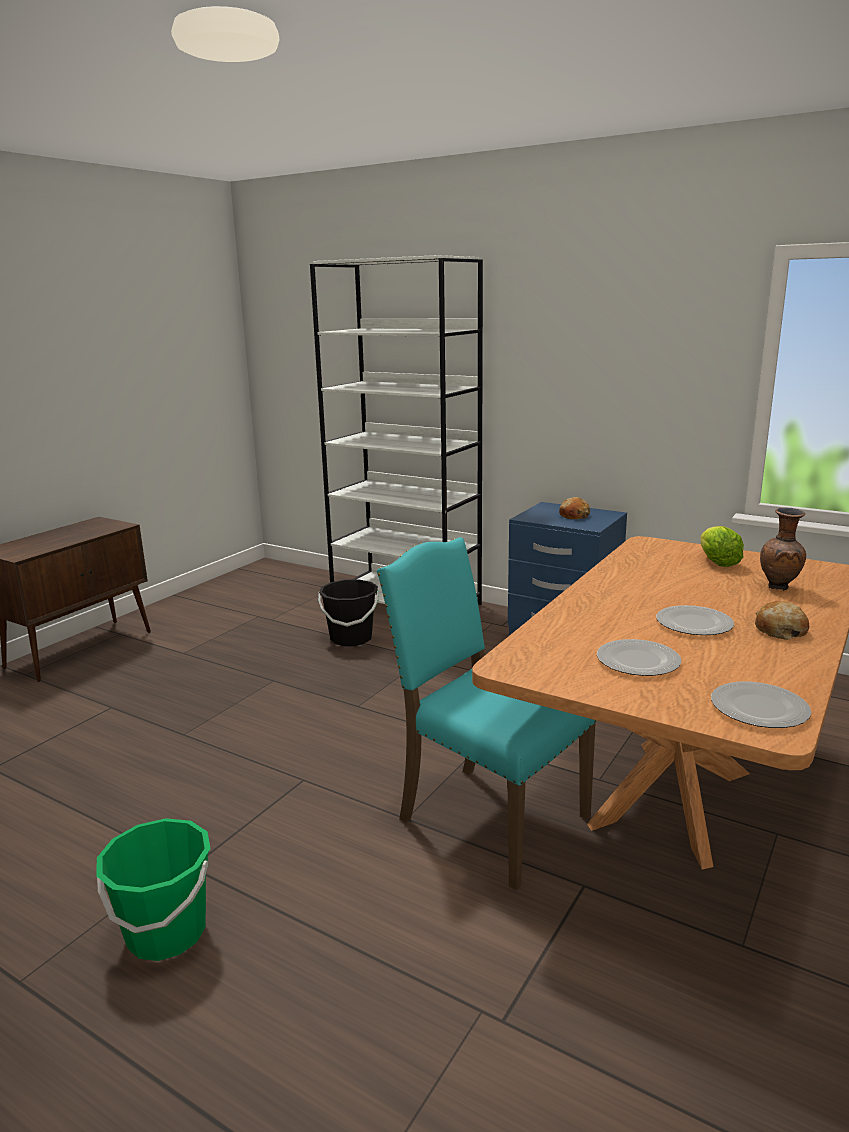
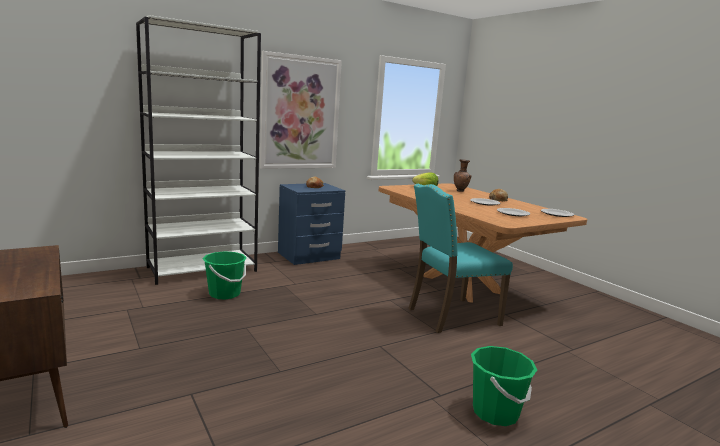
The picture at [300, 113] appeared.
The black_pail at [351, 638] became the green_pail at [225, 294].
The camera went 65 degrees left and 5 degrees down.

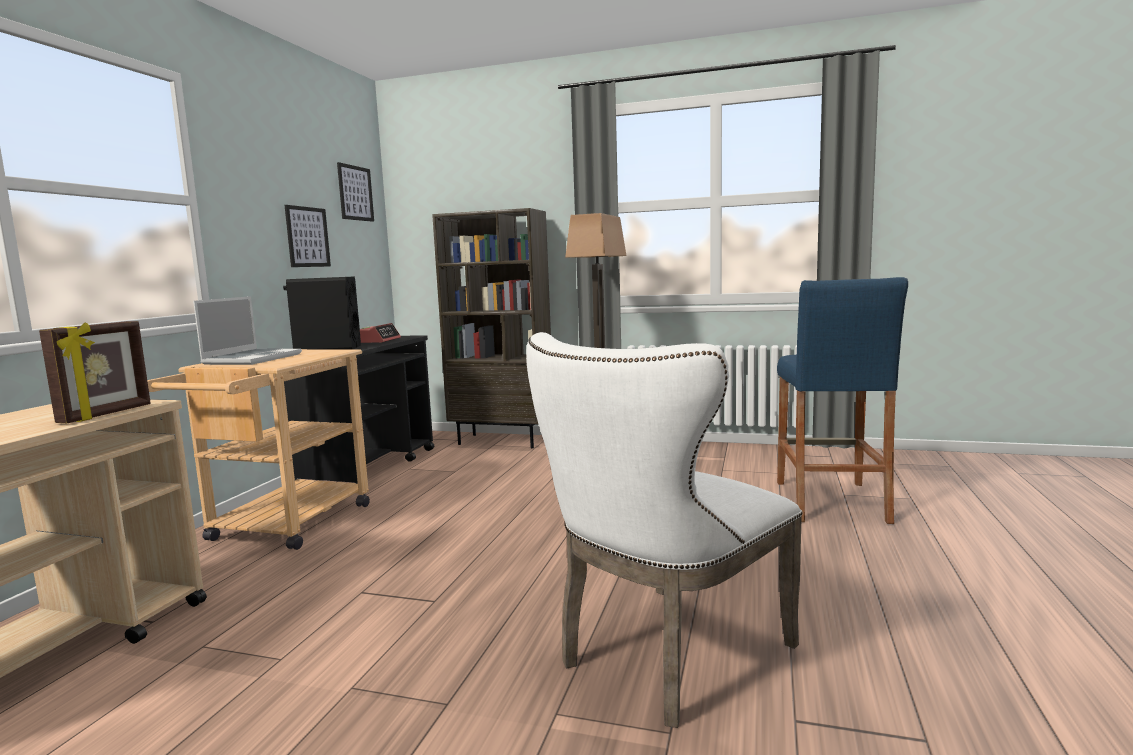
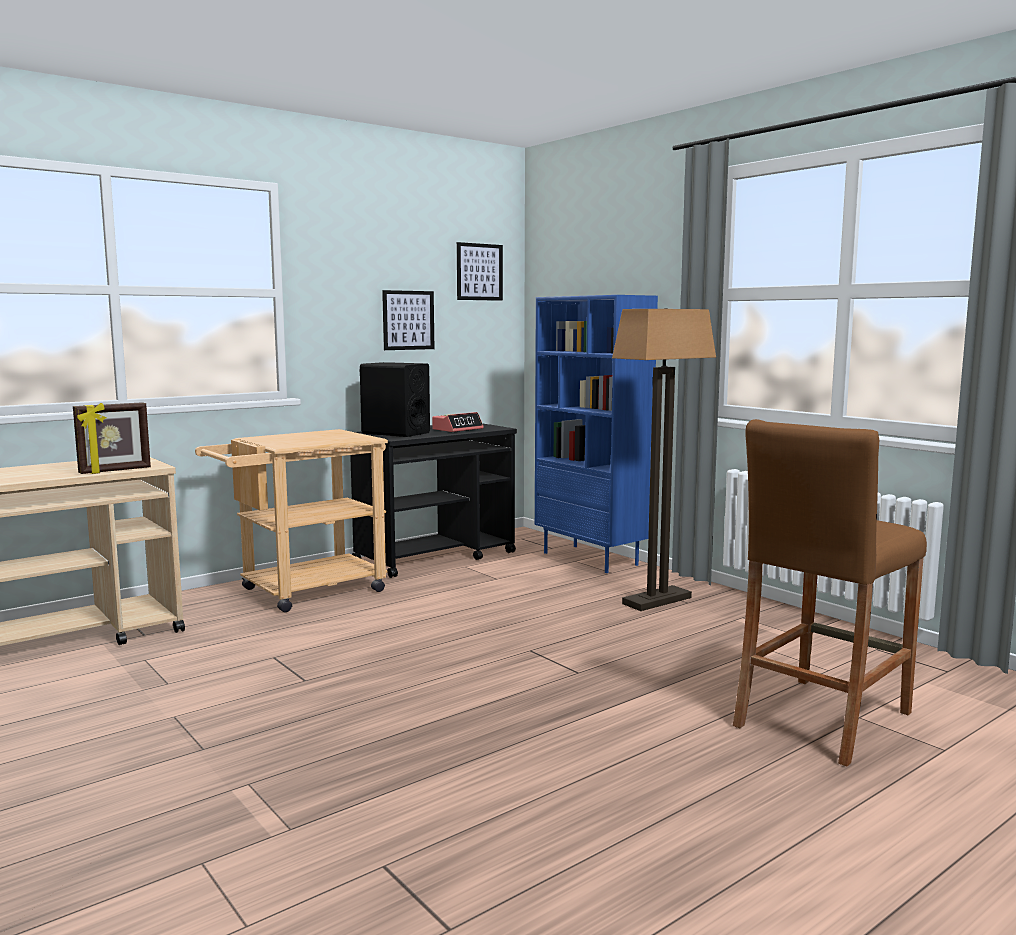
The laptop at [252, 359] disappeared.
The white_upright_chair at [664, 658] disappeared.
The brown-coloured_shelving_unit at [503, 441] became the blue-coloured_shelving_unit at [591, 559].
The blue-coloured_stool at [830, 501] became the brown-coloured_stool at [822, 719].
The camera went 35 degrees right and 0 degrees up.

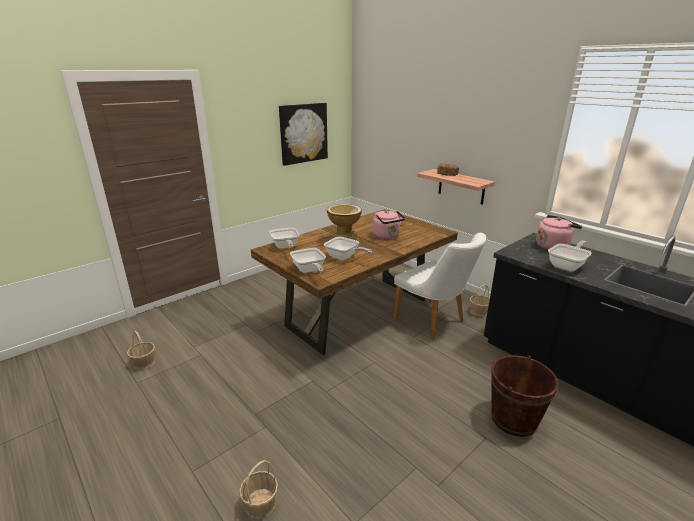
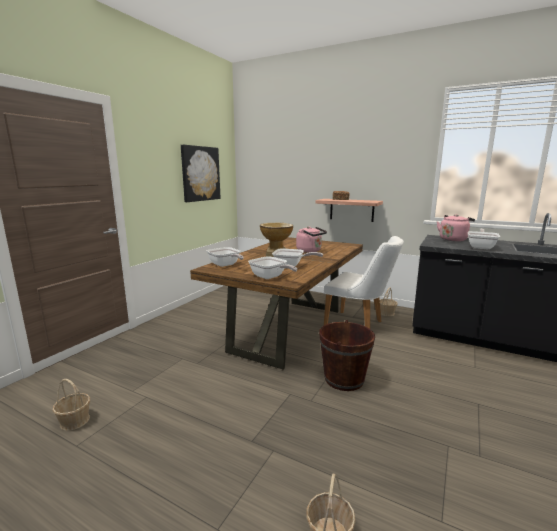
The brown-coloured_pail moved from [514, 419] to [344, 379].
The camera went 20 degrees left and 10 degrees down.

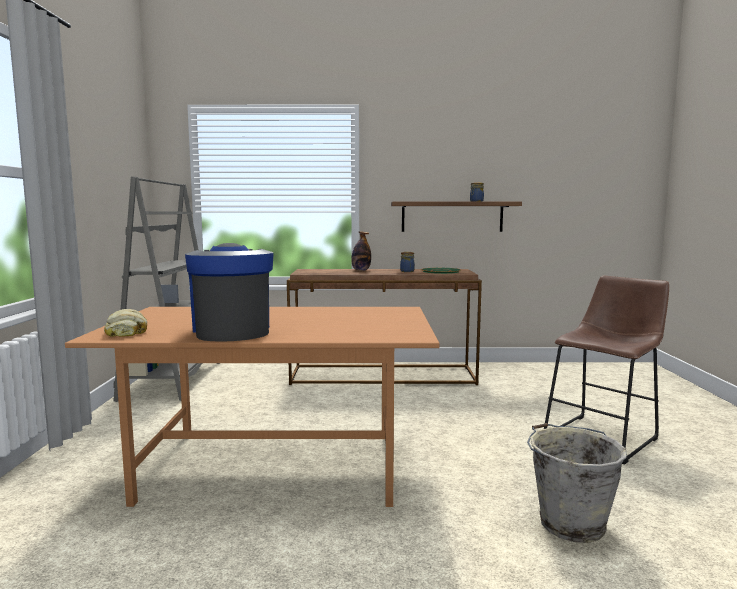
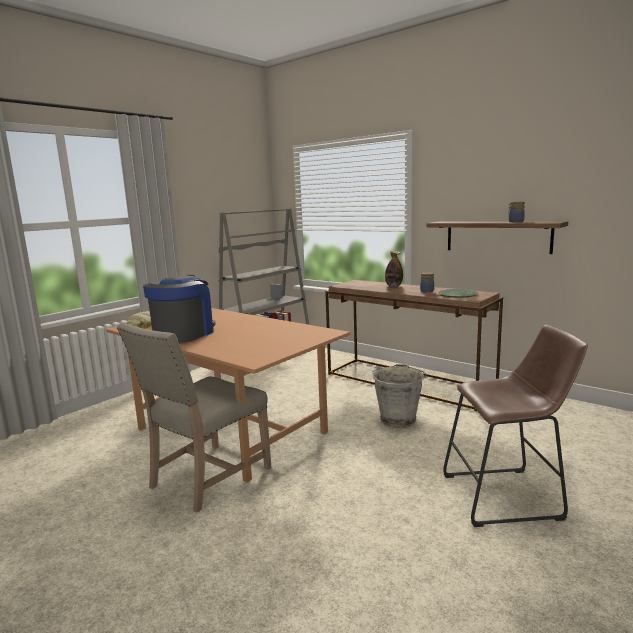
The beige_upright_chair at [206, 478] appeared.
The greyish_pail moved from [569, 523] to [398, 419].
The camera went 40 degrees right and 5 degrees up.

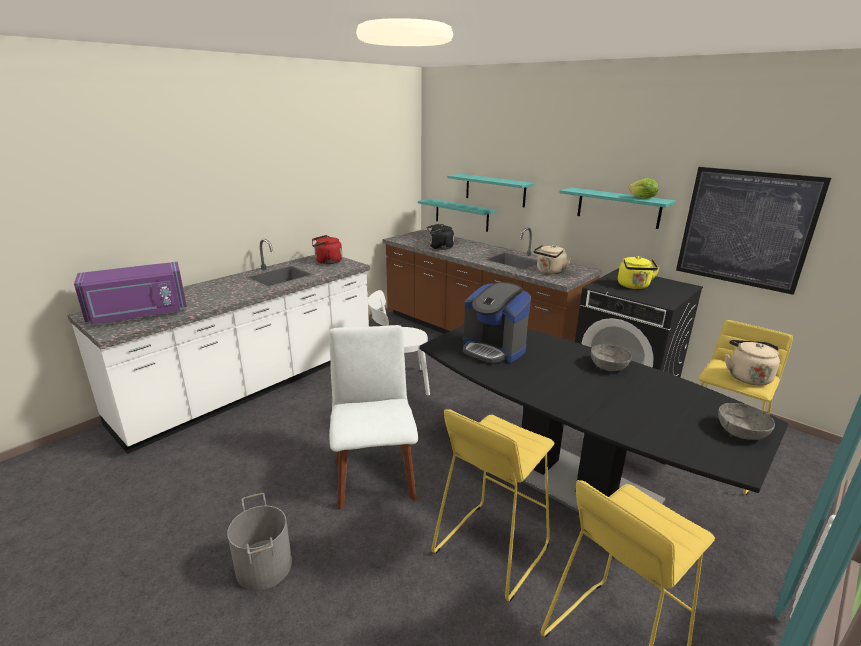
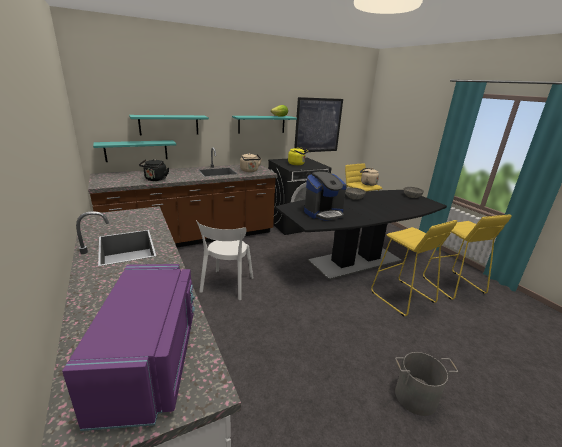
The red-coloured_water_kettle at [327, 262] disappeared.
The white_upright_chair at [374, 475] disappeared.
The camera went 70 degrees left and 0 degrees up.

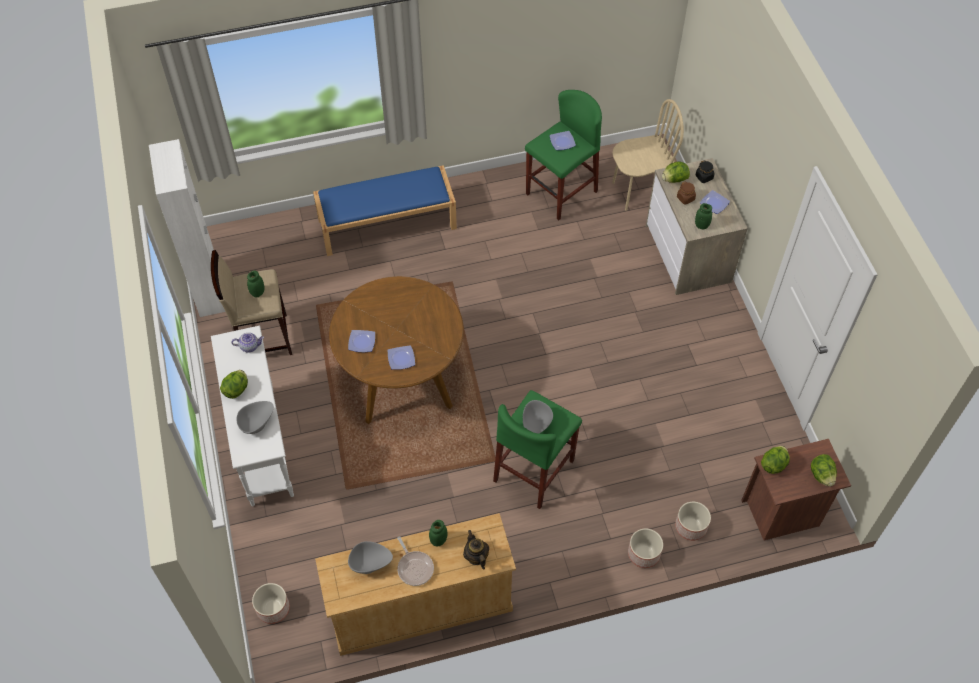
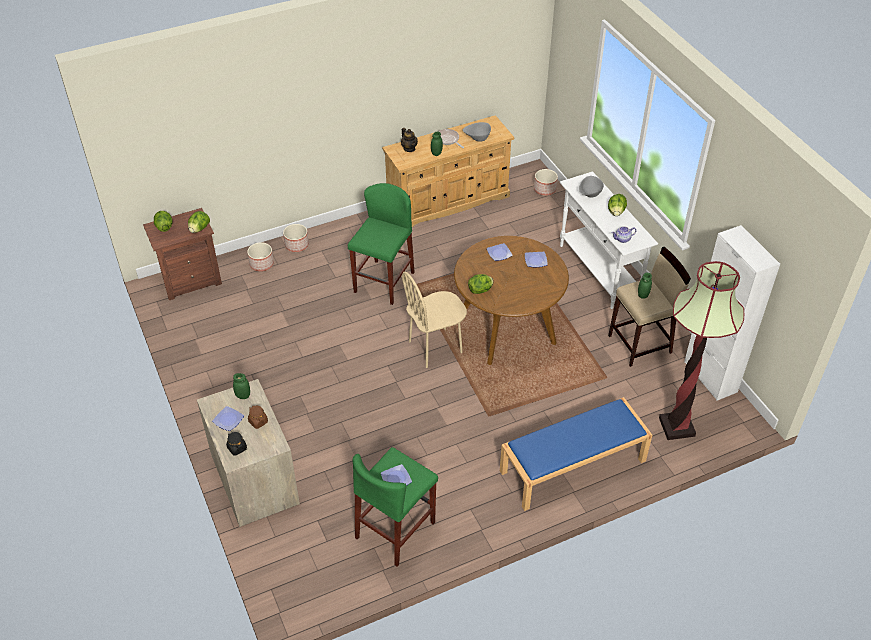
The greyish_deep_dish at [536, 425] disappeared.
The standard_lamp at [676, 427] appeared.
The beige_upright_chair moved from [638, 191] to [435, 347].
The lettuce_head moved from [674, 179] to [480, 290].
The camera went 170 degrees right and 10 degrees down.

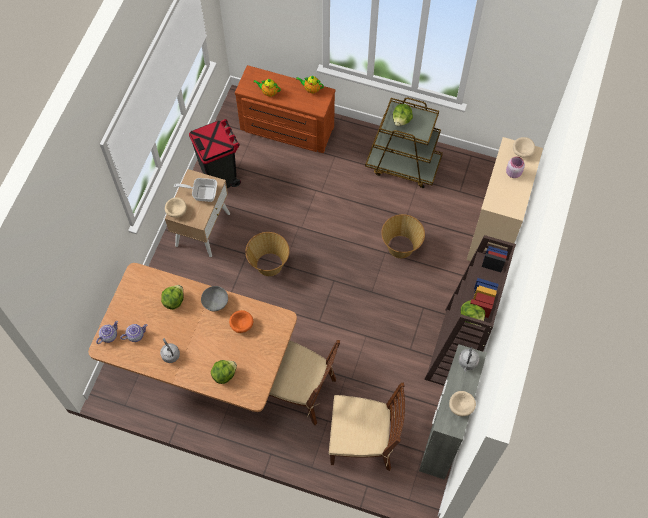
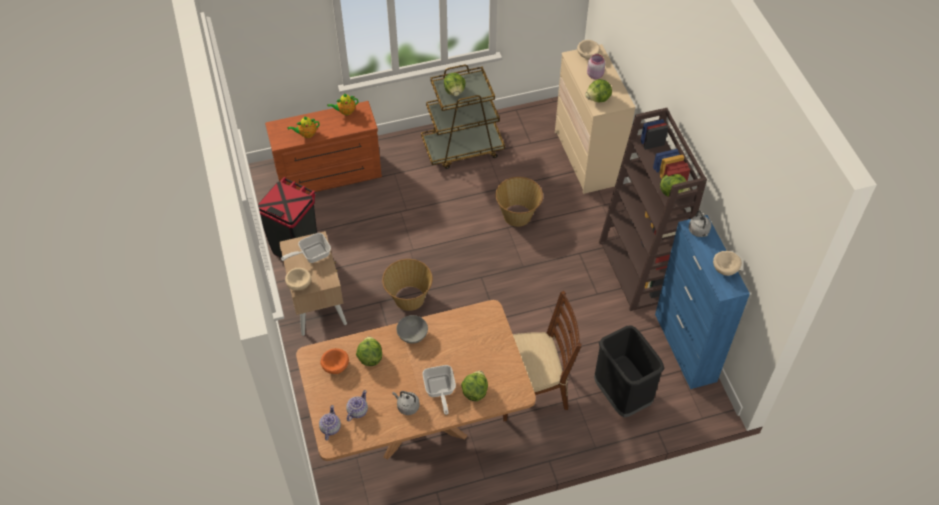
The frying_pan at [439, 391] appeared.
The lettuce_head at [598, 99] appeared.
The orange_deep_dish moved from [241, 324] to [335, 366].
The brown-coloured_upright_chair at [363, 441] was replaced by the black_rubbish_bin at [622, 395].
The greyish_storage_cabinet at [442, 436] became the blue-coloured_storage_cabinet at [685, 348].
The camera went 35 degrees left and 10 degrees down.

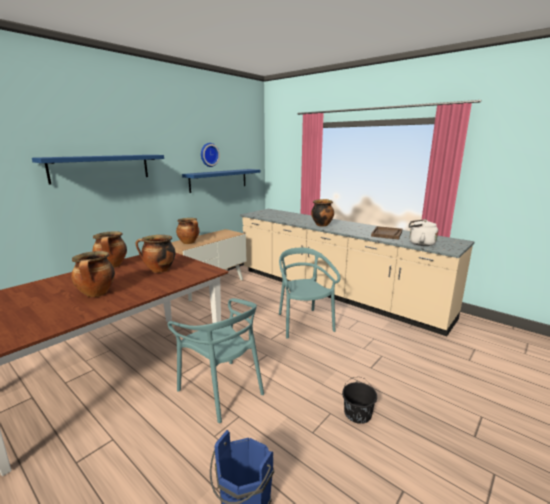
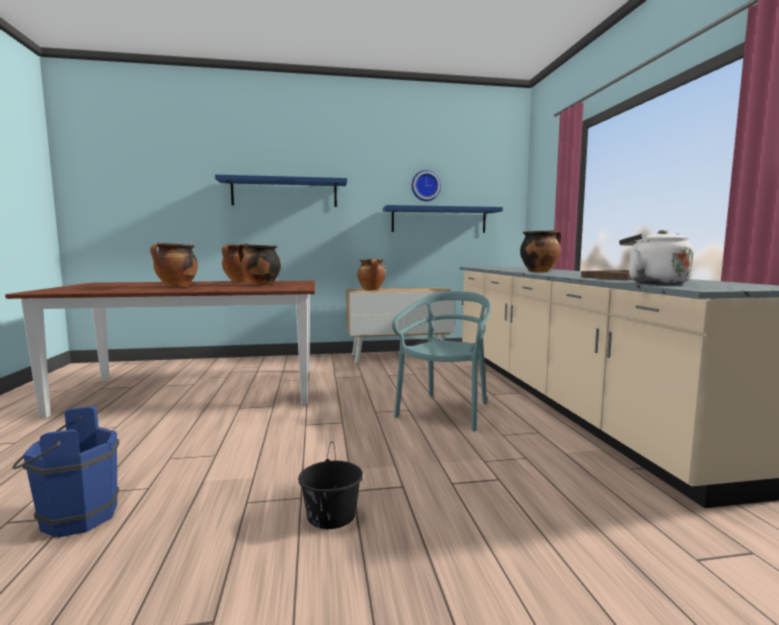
The turquoise-coloured_upright_chair at [222, 390] disappeared.
The camera went 40 degrees right and 10 degrees down.

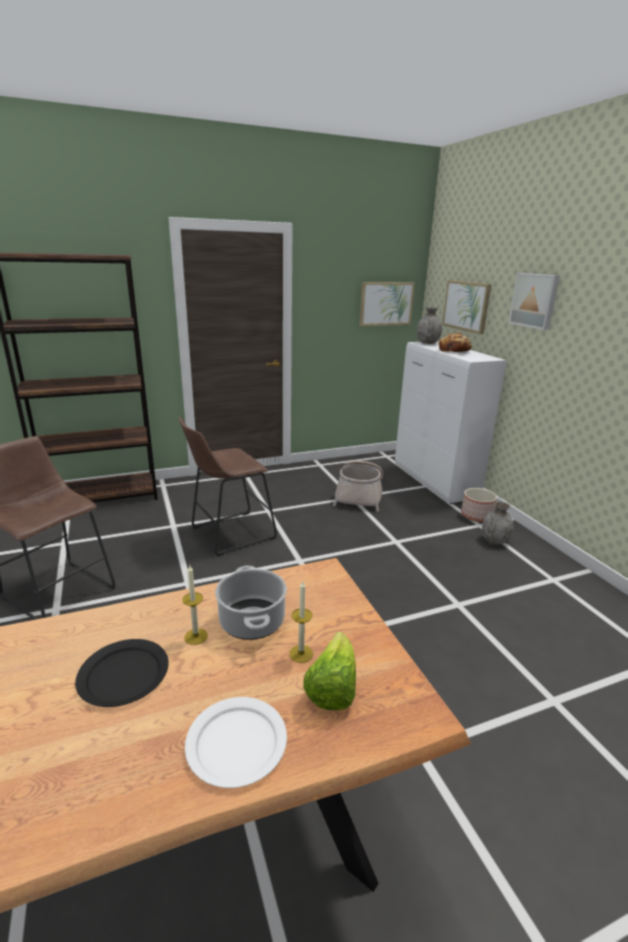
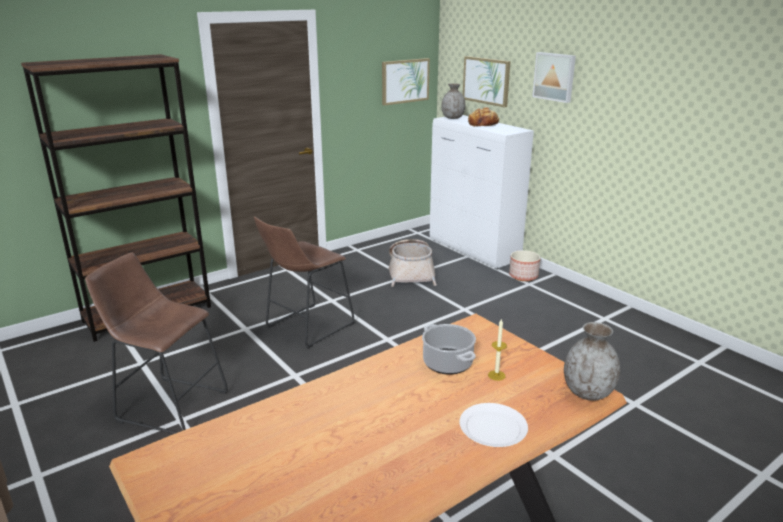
The black_flat_dish at [123, 674] disappeared.
The candle at [196, 636] disappeared.
The lettuce_head at [332, 688] disappeared.
The greyish_vase moved from [494, 540] to [587, 392].
The camera went 15 degrees left and 0 degrees up.

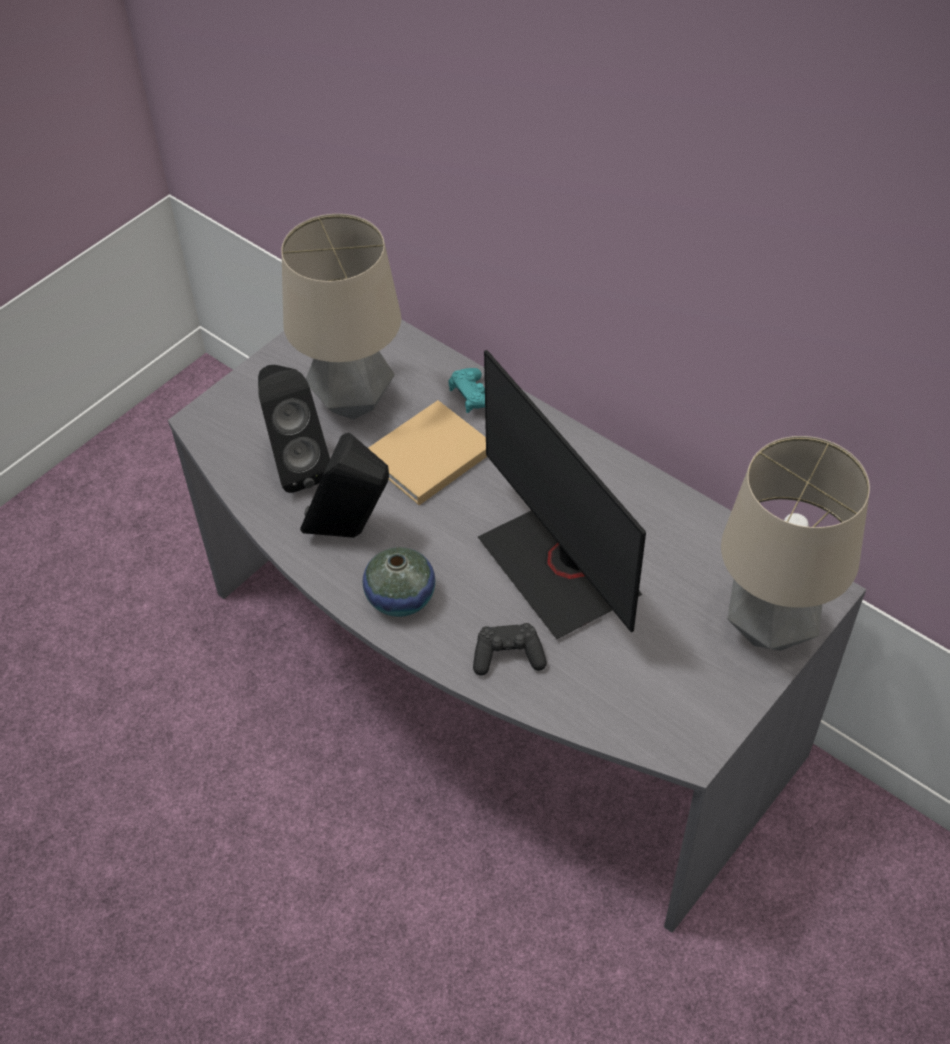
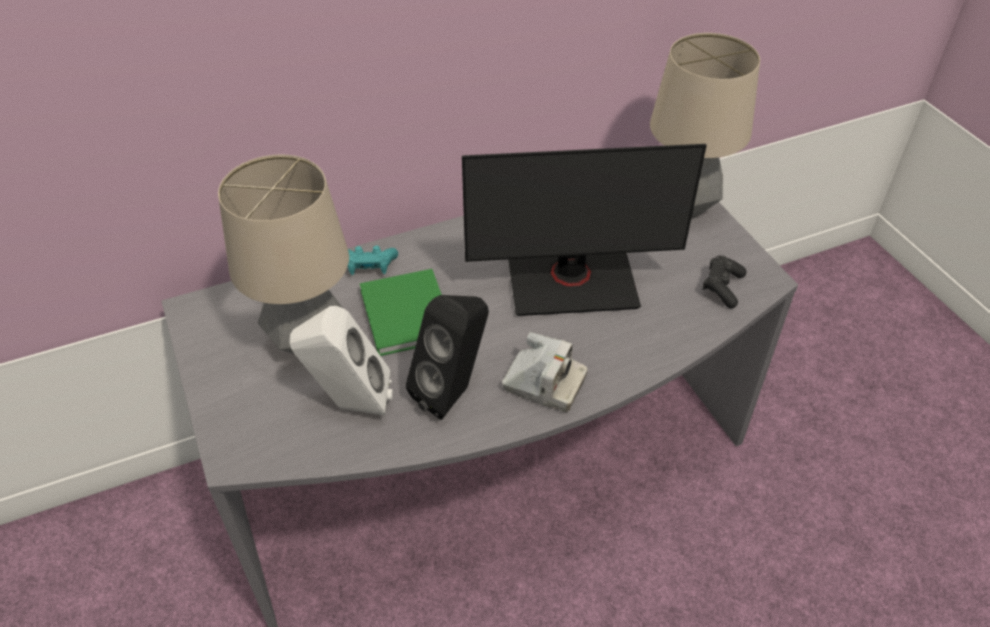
The black_gamepad moved from [508, 656] to [722, 287].
The vase at [400, 597] was replaced by the photo_camera at [544, 384].
The black_speaker at [296, 466] became the white_speaker at [349, 405].
The beige_bound_book at [426, 457] became the green_bound_book at [407, 317].
The camera went 65 degrees left and 5 degrees down.

